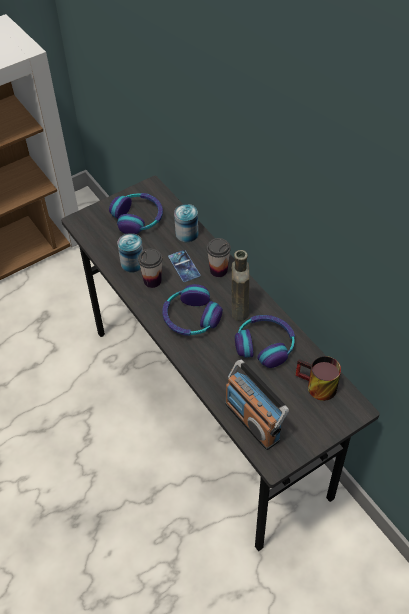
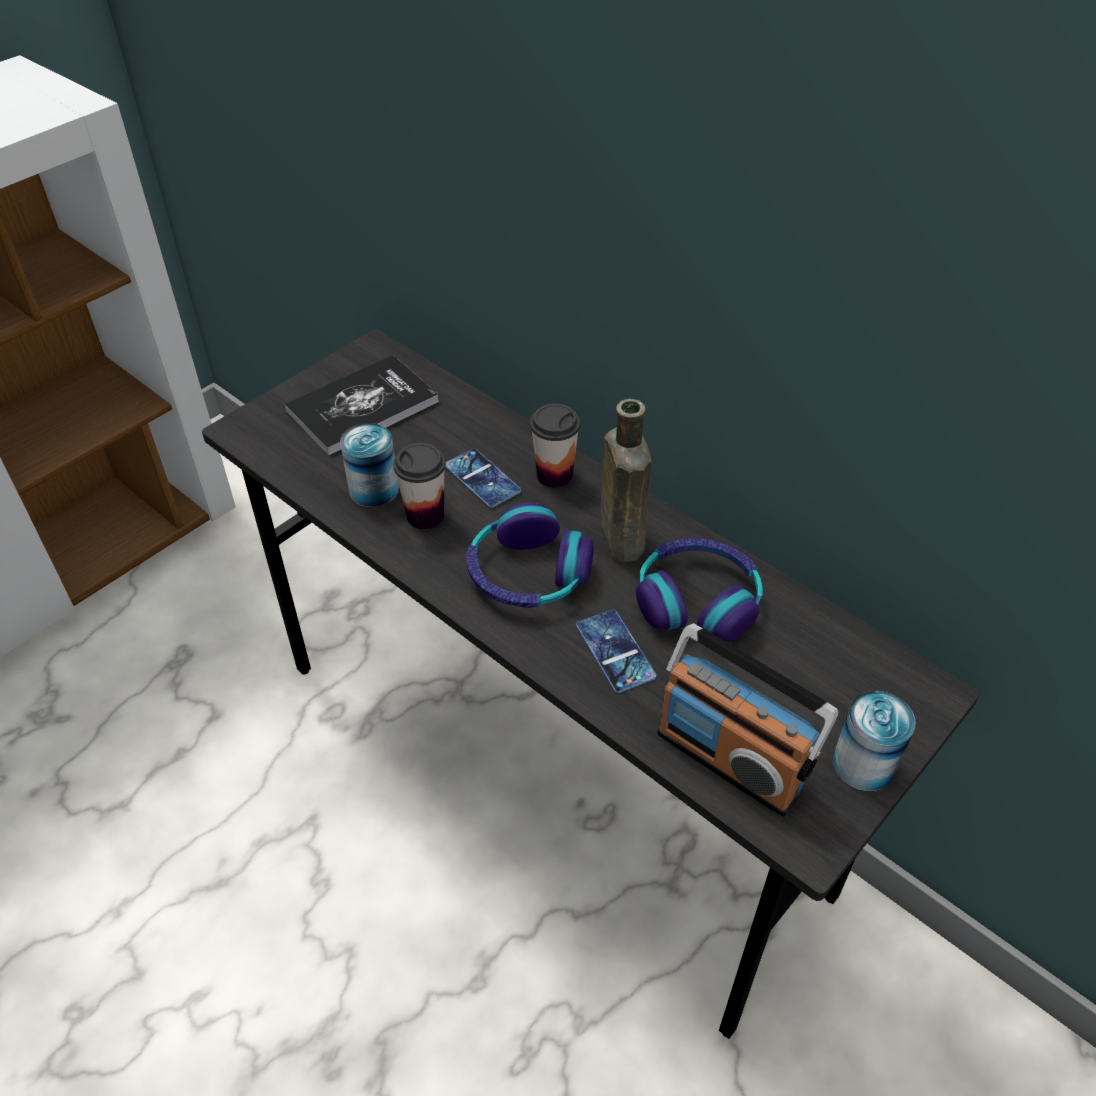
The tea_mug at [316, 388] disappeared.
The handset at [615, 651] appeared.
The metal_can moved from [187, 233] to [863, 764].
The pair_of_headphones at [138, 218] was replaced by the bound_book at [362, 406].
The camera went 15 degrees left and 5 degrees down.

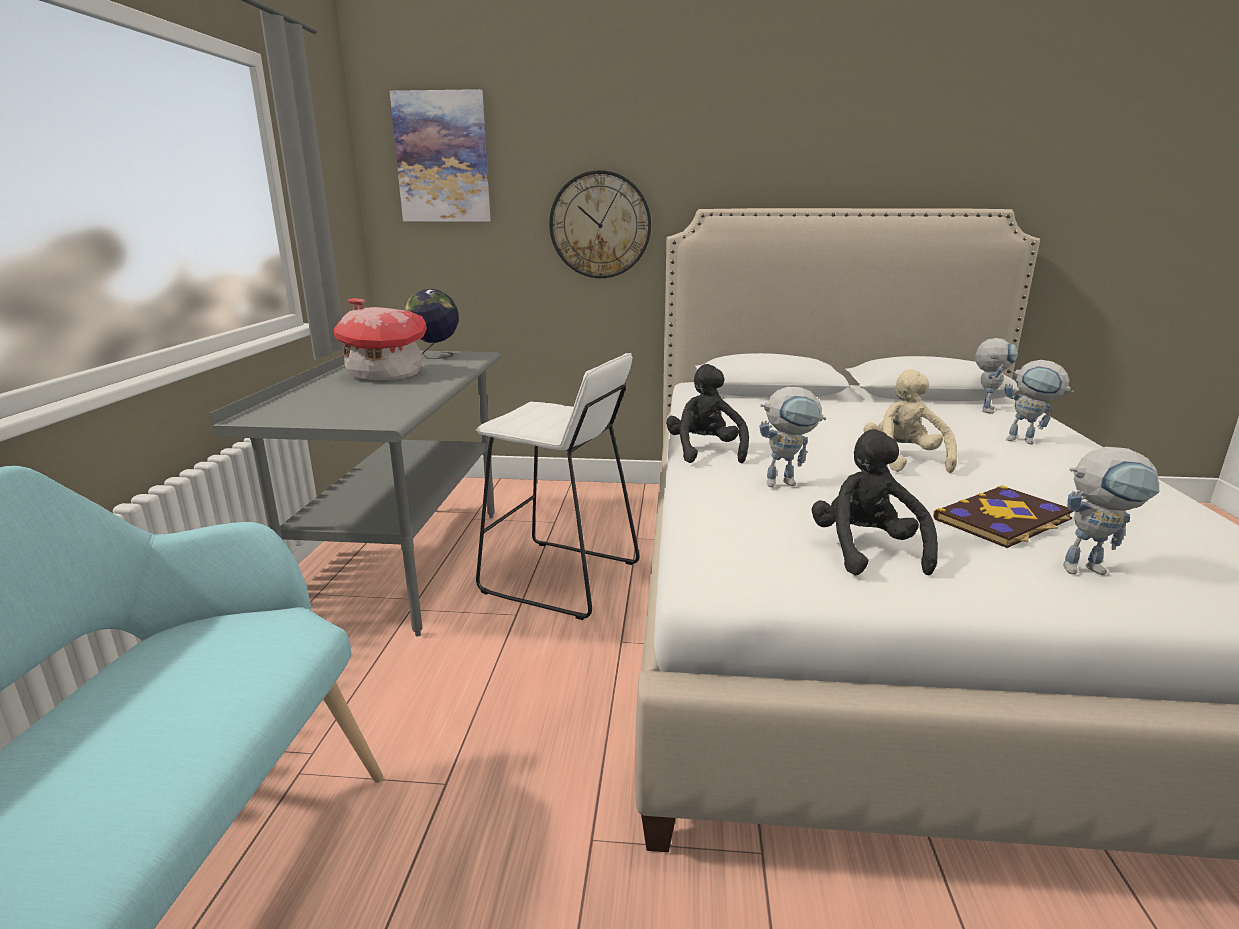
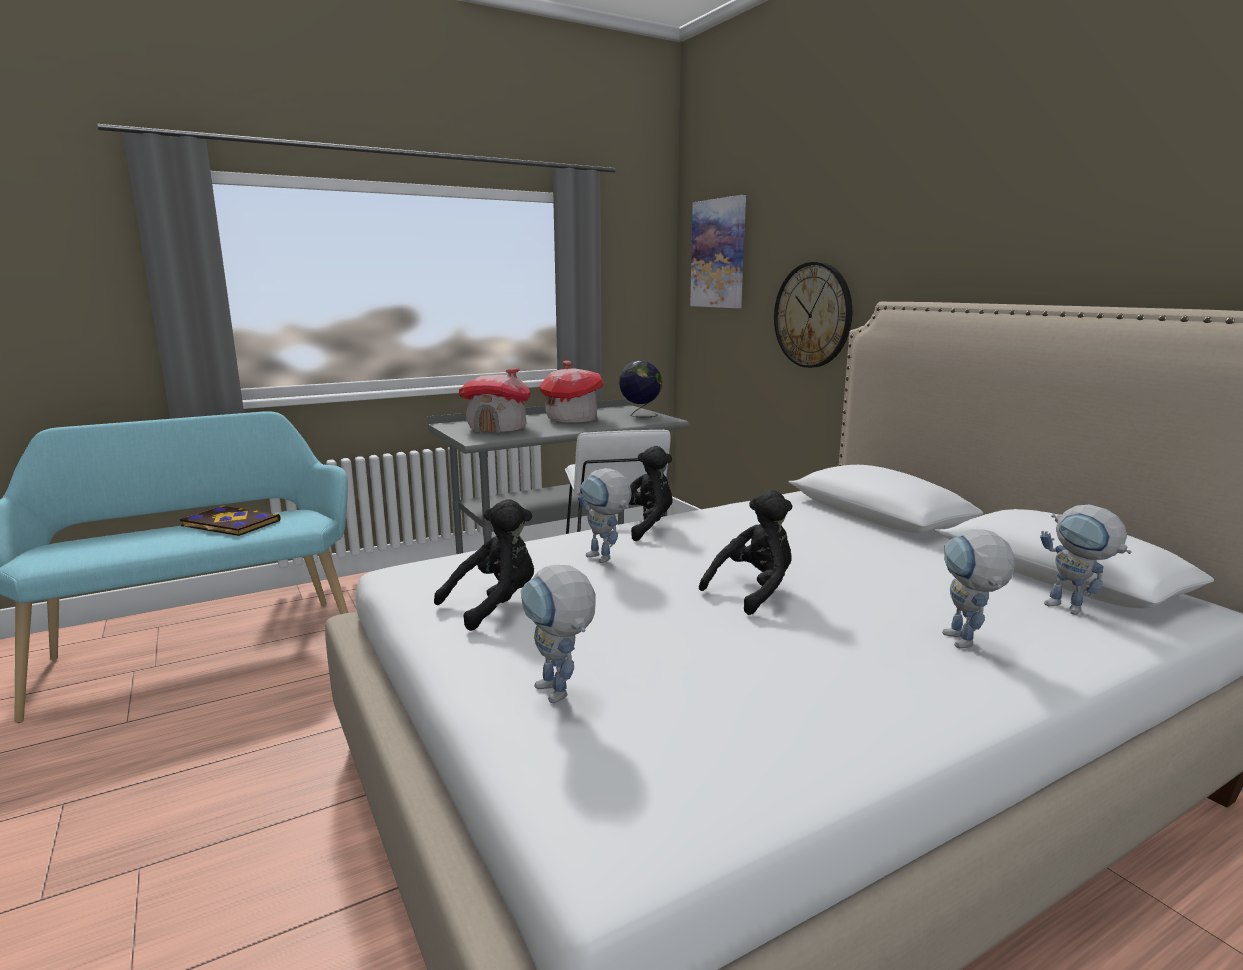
The toy_house at [498, 428] appeared.
The bound_book moved from [1004, 520] to [230, 524].
The beige_plush_toy at [904, 460] became the black_plush_toy at [753, 591].
The robot_figure at [985, 408] turned 60 degrees clockwise.
The camera went 55 degrees right and 5 degrees down.

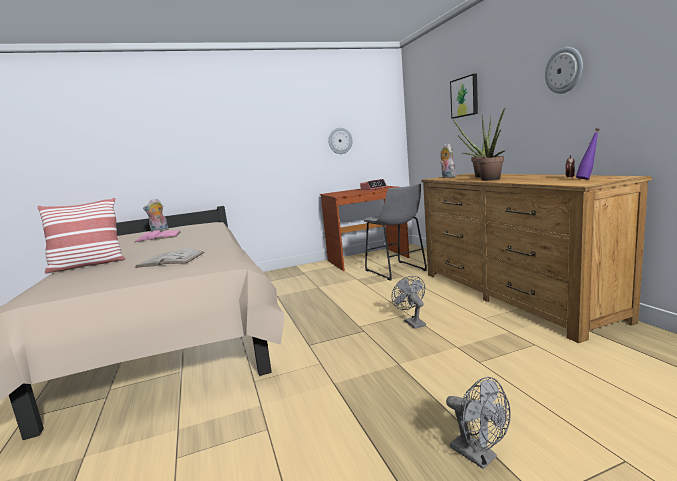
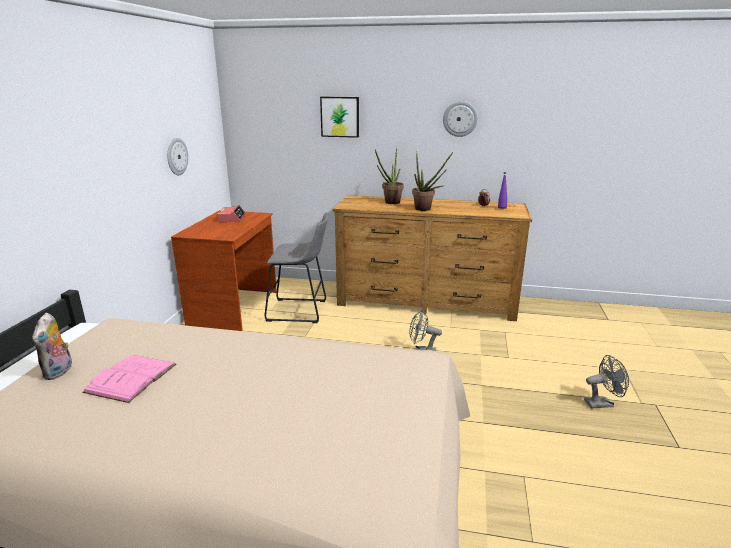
The throw_pillow at [88, 265] disappeared.
The white_bound_book at [171, 259] disappeared.
The plush_toy at [447, 177] disappeared.
The camera went 60 degrees left and 10 degrees up.

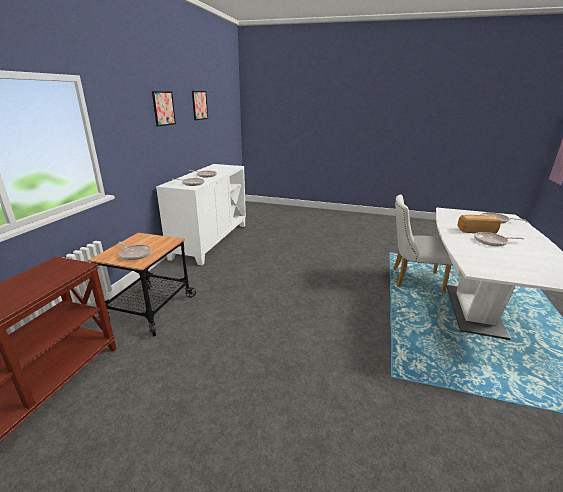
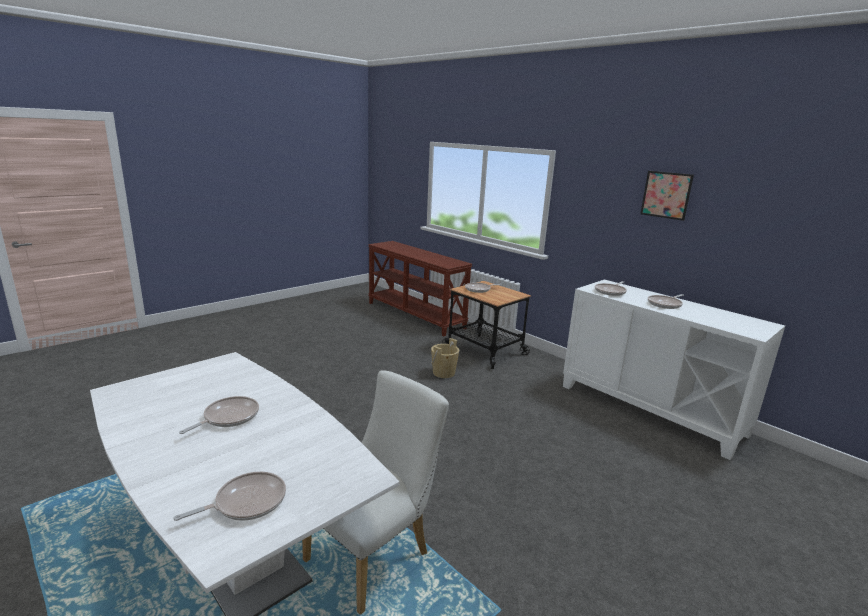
The picture at [199, 105] disappeared.
The bakery_bread at [476, 230] disappeared.
The beige_pail at [443, 373] appeared.
The camera went 120 degrees right and 5 degrees down.

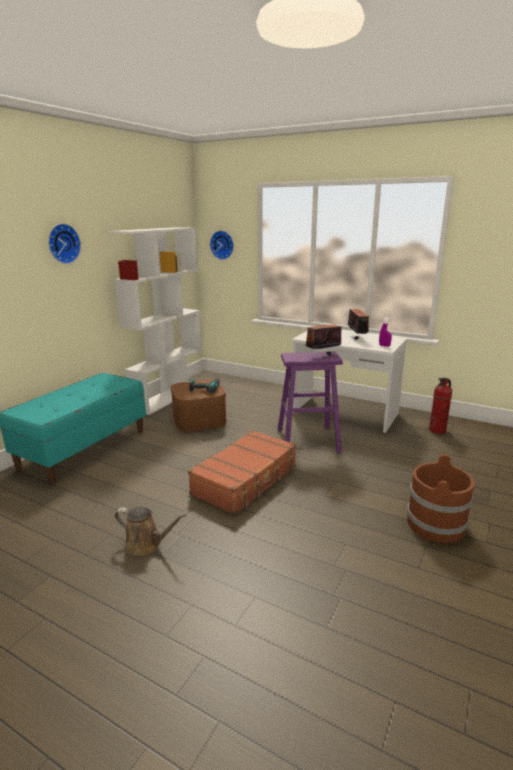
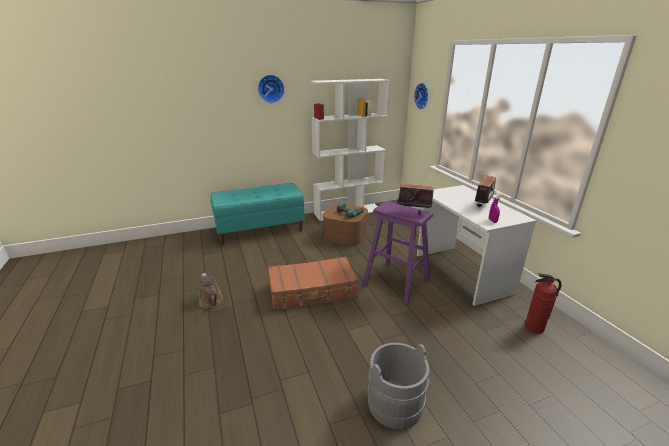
The brown-coloured_pail at [436, 524] became the greyish_pail at [395, 404].
The camera went 40 degrees right and 5 degrees up.

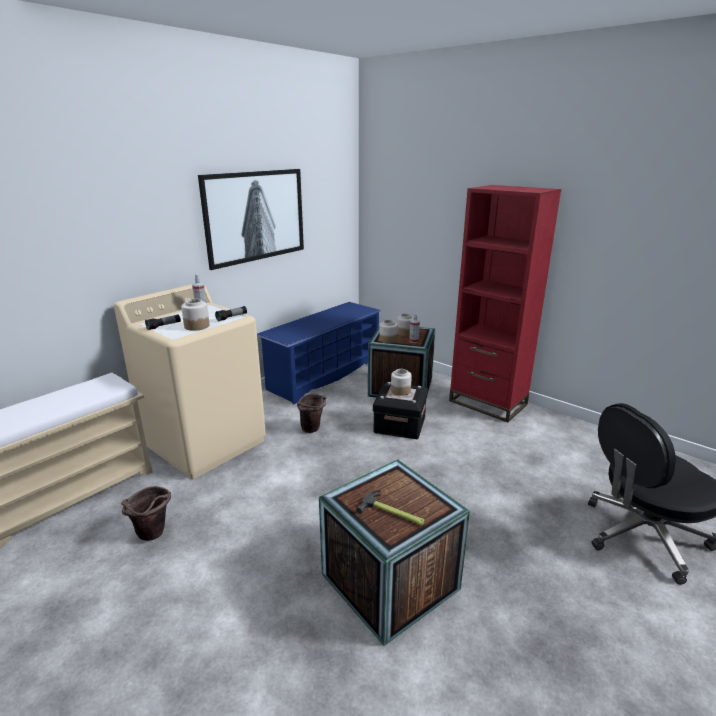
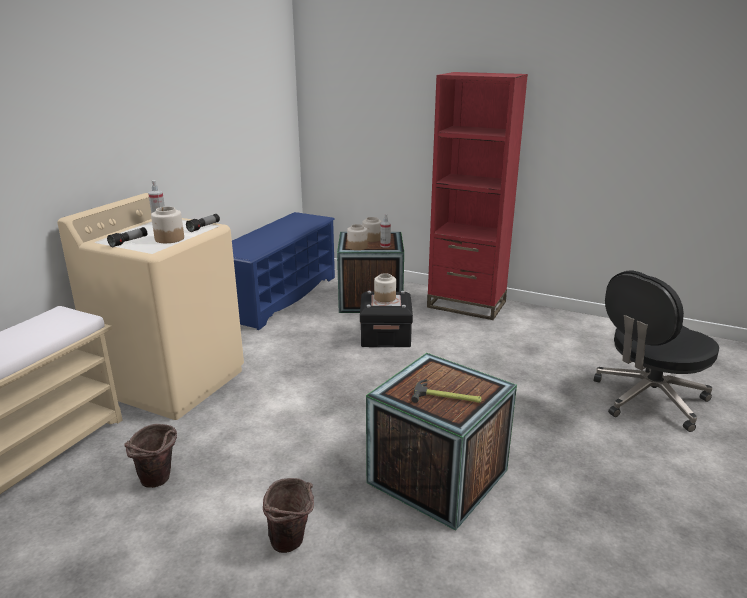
The picture at [255, 216] disappeared.
The brown-coloured_pail moved from [313, 430] to [292, 544].
The camera went 15 degrees left and 0 degrees up.

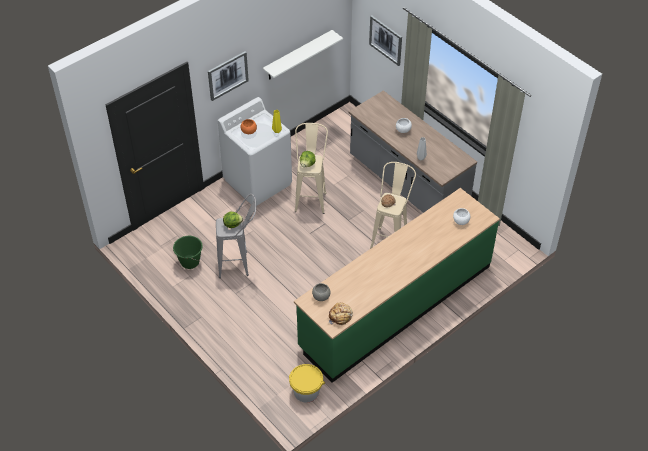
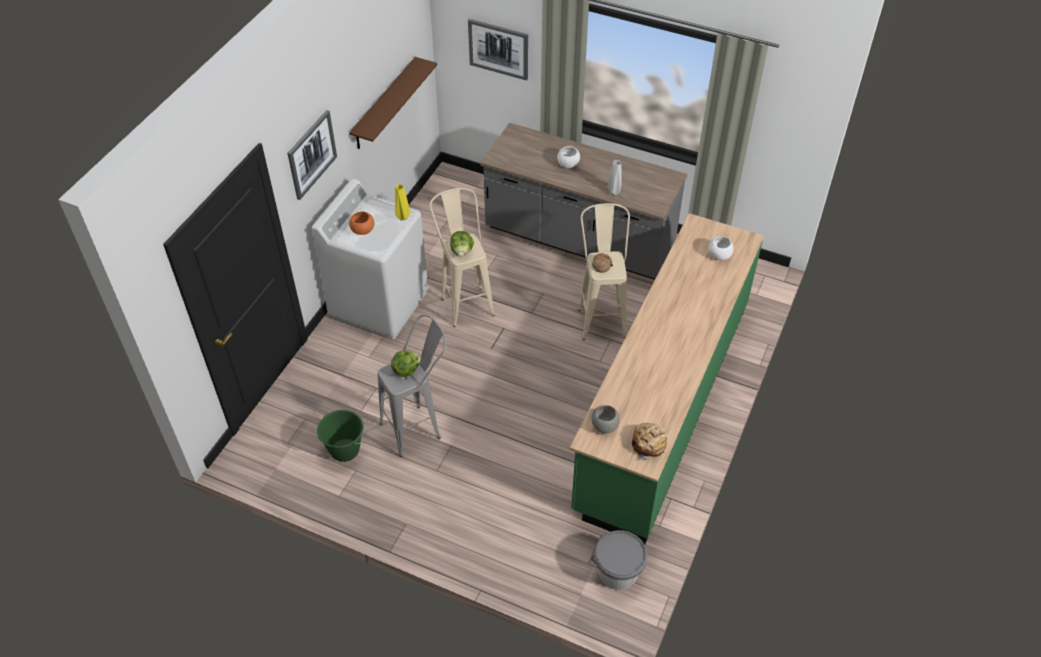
The white_wall_shelf at [298, 55] became the brown-coloured_wall_shelf at [384, 104].
The yellowish_pail at [306, 391] became the greyish_pail at [618, 572].
The camera went 25 degrees left and 0 degrees up.

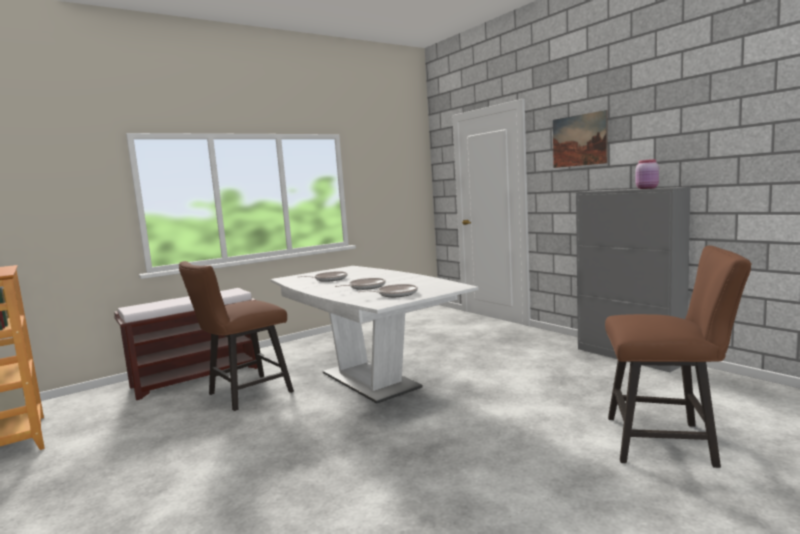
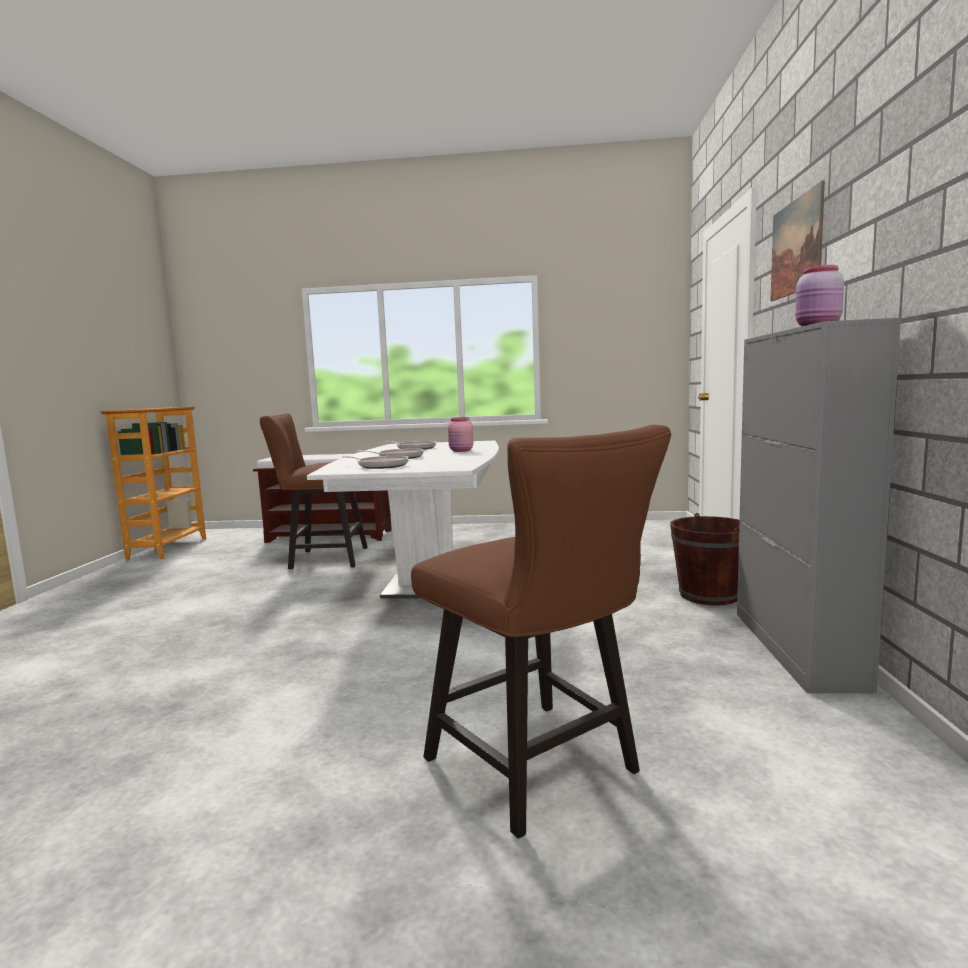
The pinkish_jar at [461, 451] appeared.
The brown-coloured_pail at [709, 595] appeared.
The camera went 40 degrees right and 0 degrees up.

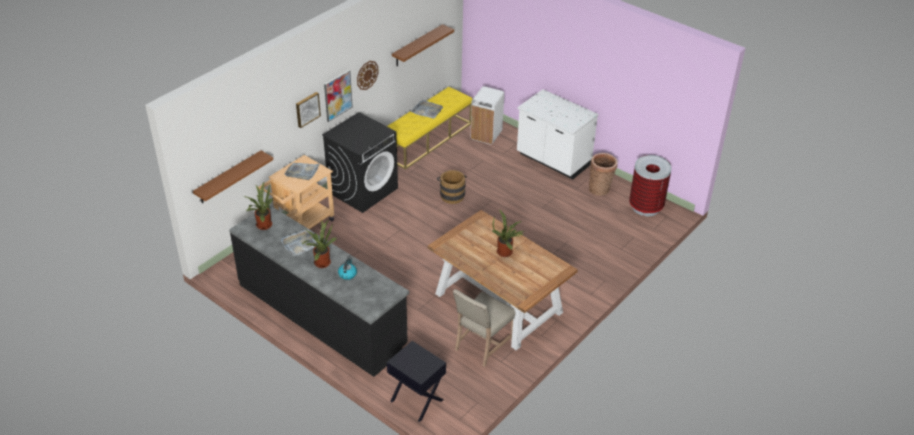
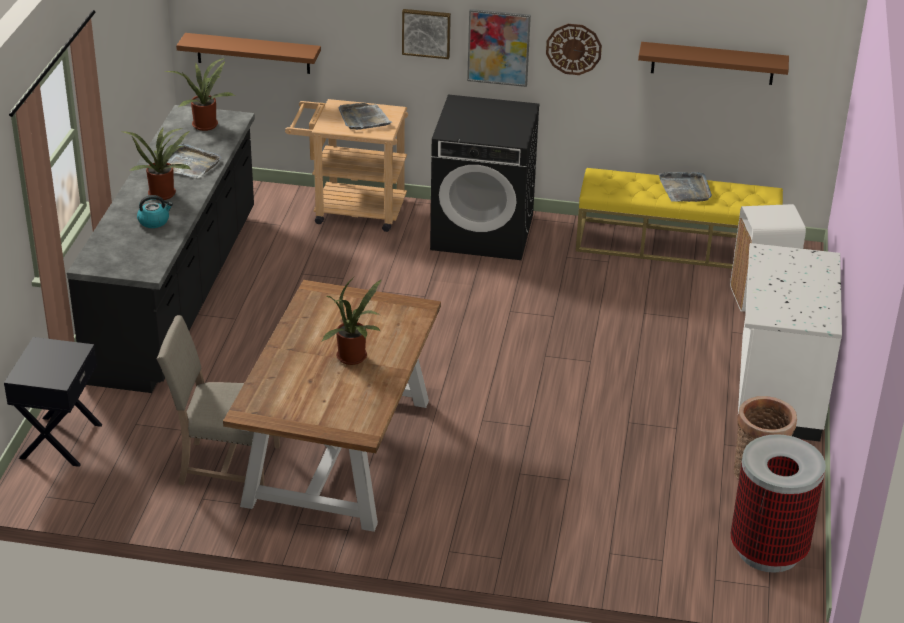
The brown-coloured_pail at [451, 195] disappeared.
The camera went 60 degrees right and 5 degrees down.

